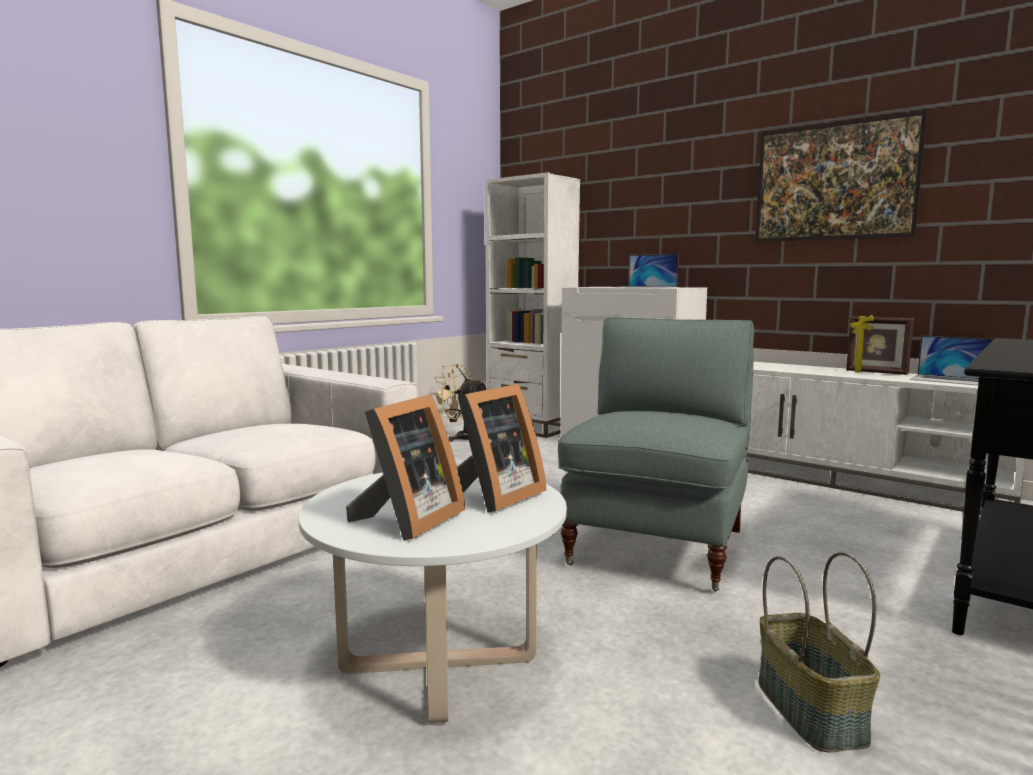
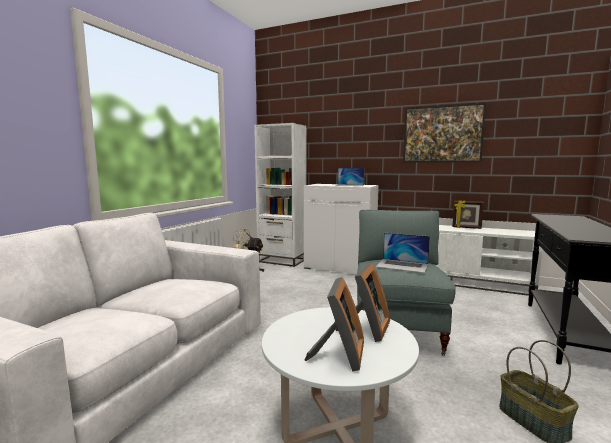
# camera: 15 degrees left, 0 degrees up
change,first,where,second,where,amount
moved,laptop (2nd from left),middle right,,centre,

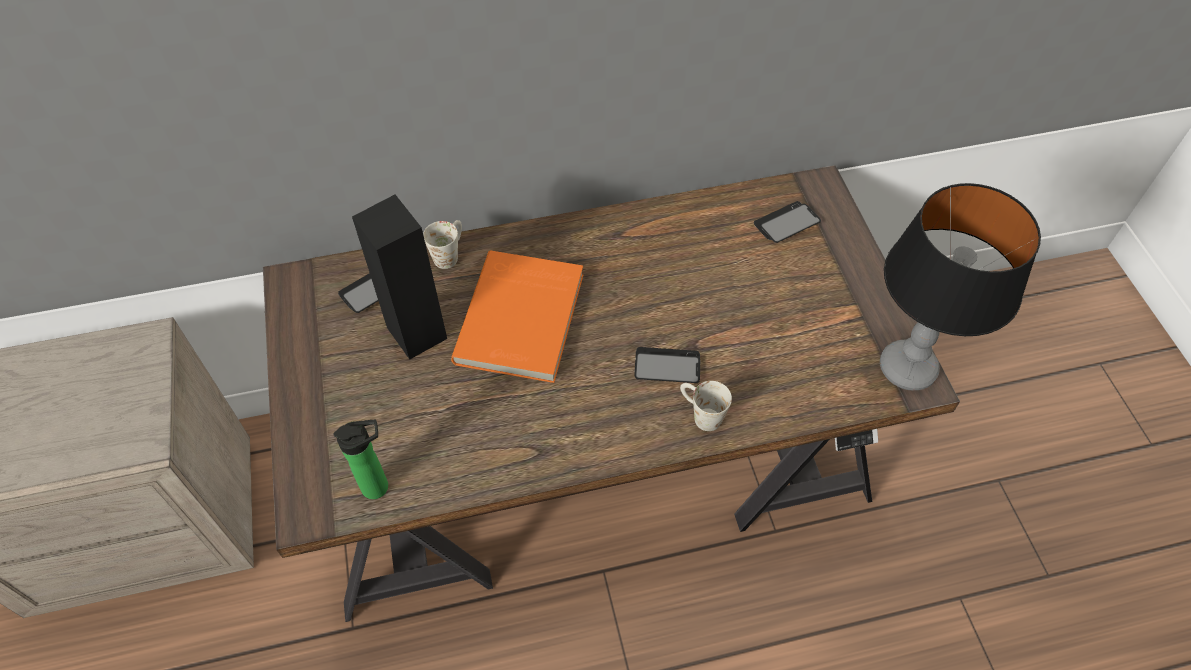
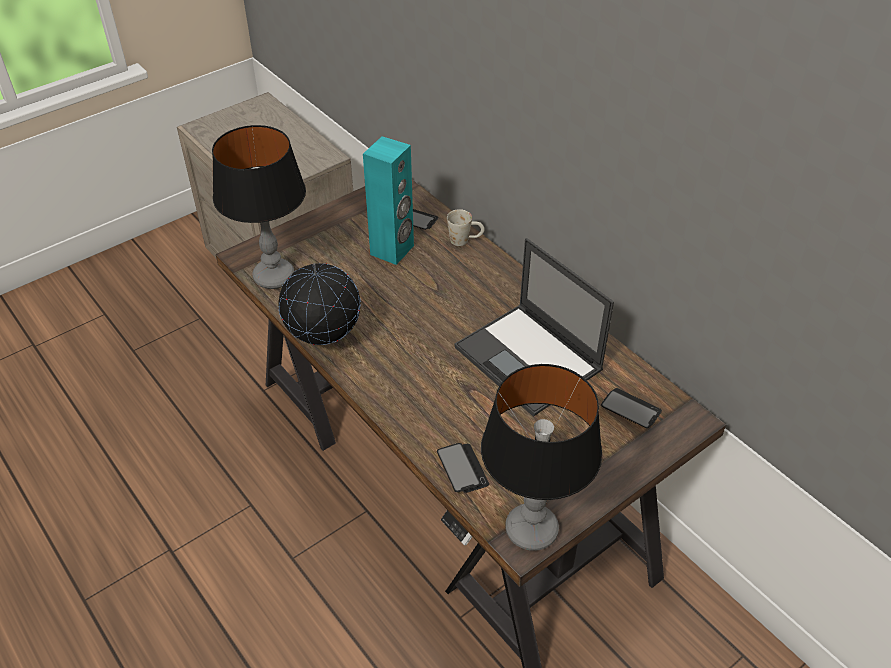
# camera: 65 degrees right, 10 degrees down
change,first,where,second,where,amount
recoloured,speaker (black),centre,speaker (turquoise),top centre,
removed,book (orange),centre,,,
moved,phone (2nd from left),centre,,bottom centre,
removed,mug (white) (2nd from left),centre,,,
replaced,bottle,bottom left,table lamp (1st from left),top left,
added,,,laptop,centre,
added,,,globe,centre,

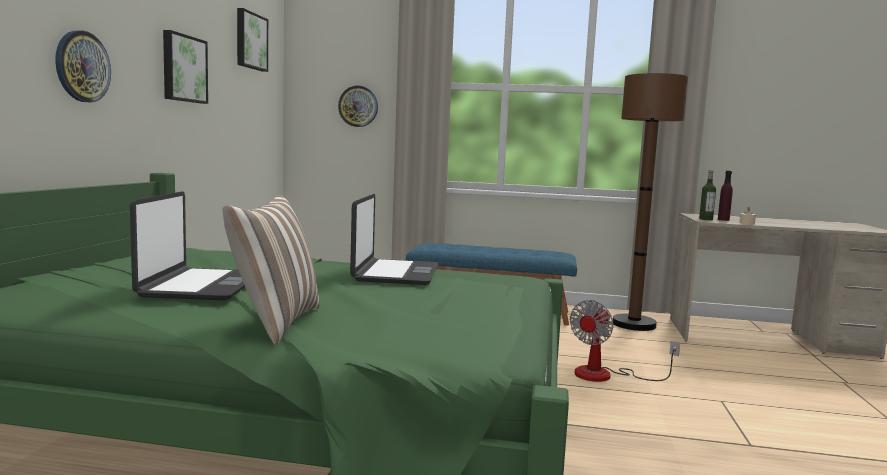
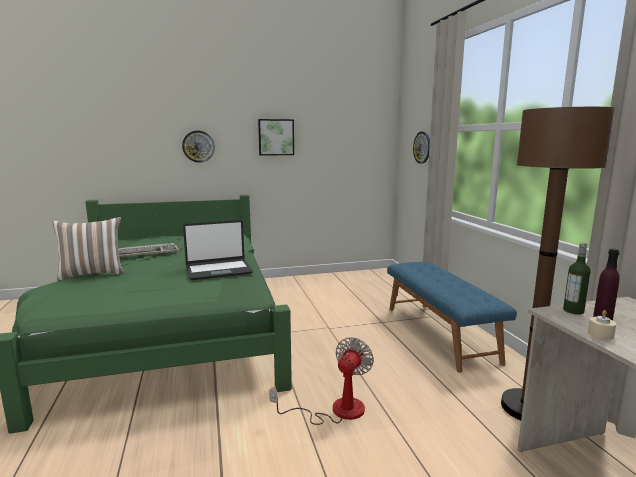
# camera: 65 degrees right, 5 degrees up
change,first,where,second,where,amount
removed,picture (2nd from left),top left,,,
replaced,laptop (1st from left),middle left,keyboard,middle left,
turned,fan,bottom right,,bottom centre,105 degrees clockwise

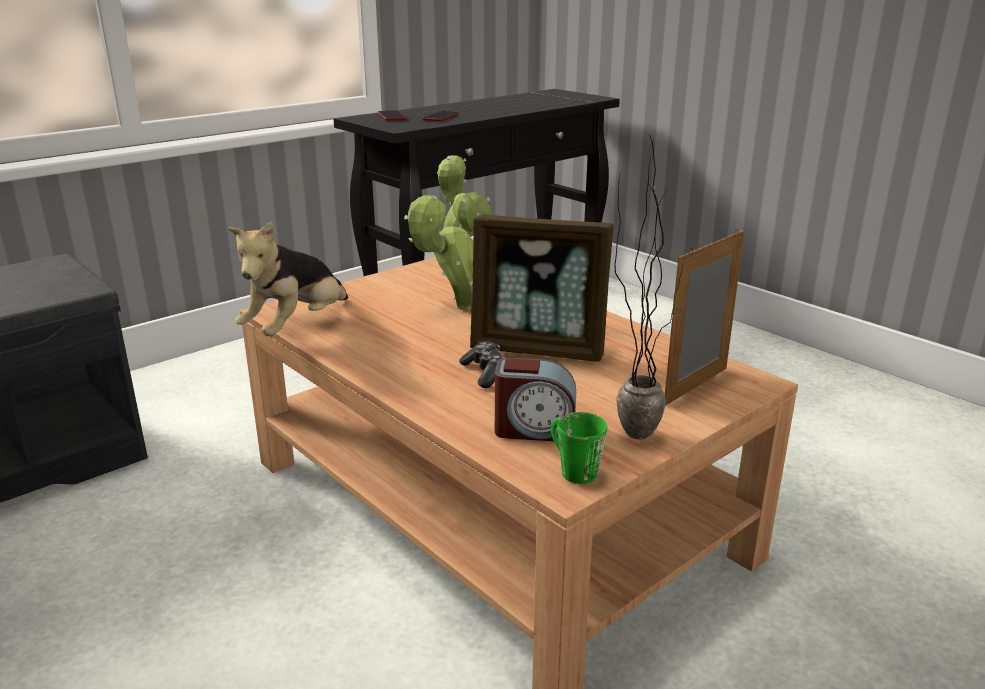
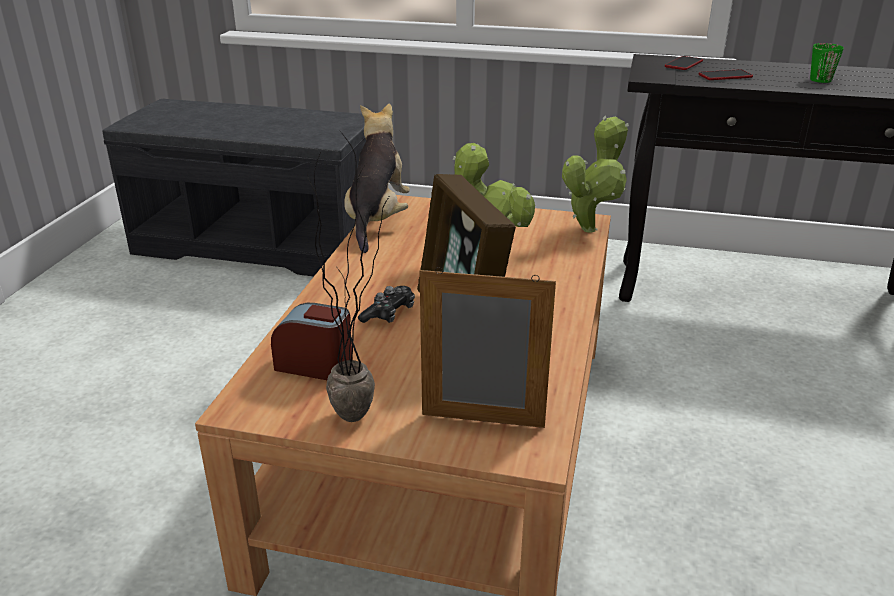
# camera: 55 degrees right, 5 degrees up
change,first,where,second,where,amount
turned,plush toy,middle left,,top centre,105 degrees clockwise
turned,alarm clock,centre,,centre,135 degrees clockwise
moved,mug (green),centre,,top right,

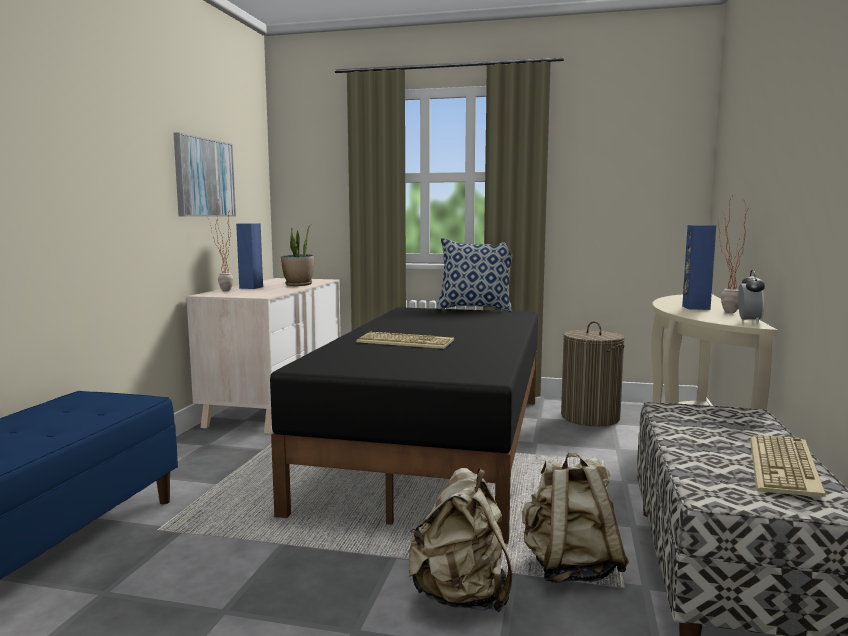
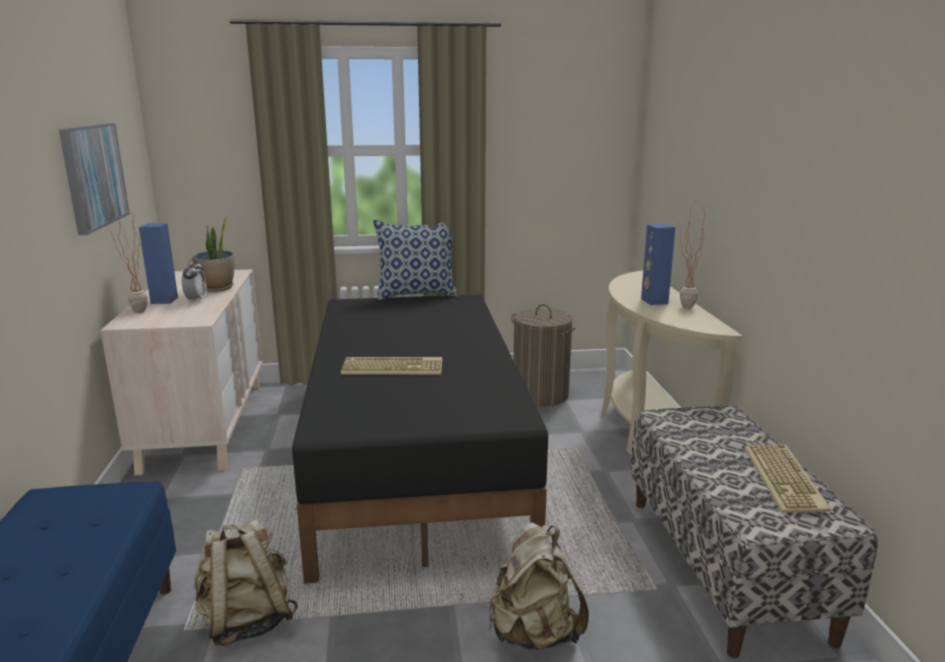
# camera: 20 degrees left, 10 degrees up
change,first,where,second,where,amount
moved,alarm clock,middle right,,middle left,
moved,backpack (beige) (2nd from left in the first image),bottom right,backpack (beige) (1st from left),bottom left,

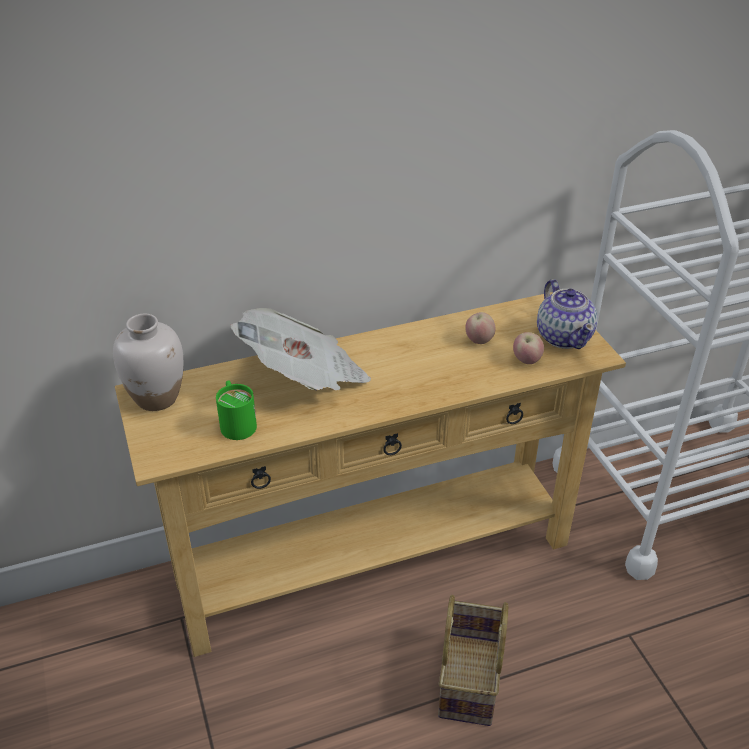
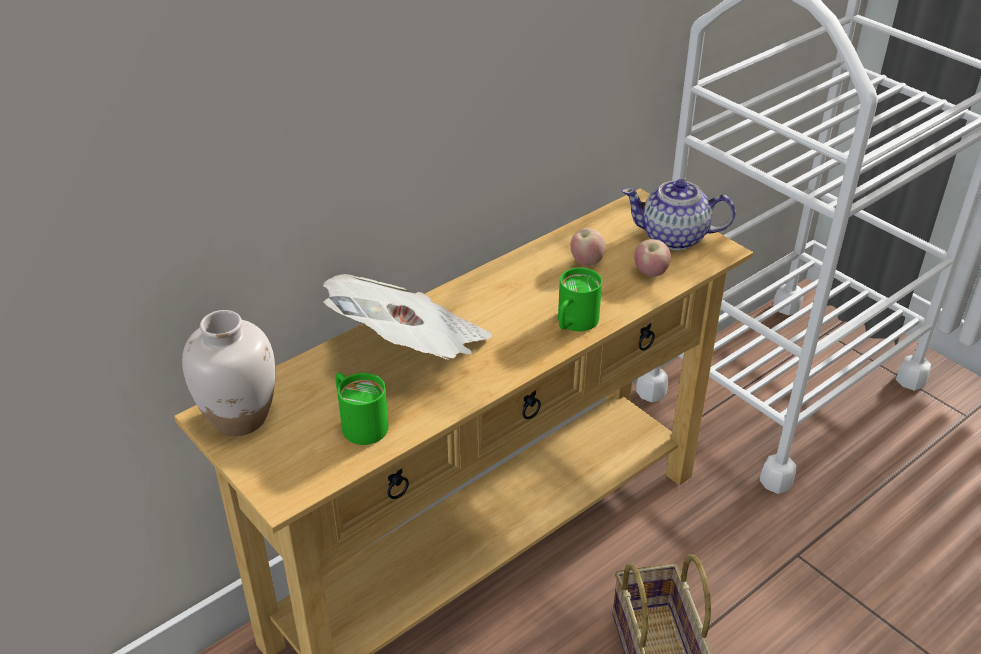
# camera: 20 degrees left, 0 degrees up
change,first,where,second,where,amount
turned,teapot,middle right,,top right,135 degrees clockwise
added,,,mug (green) (2nd from left),centre,

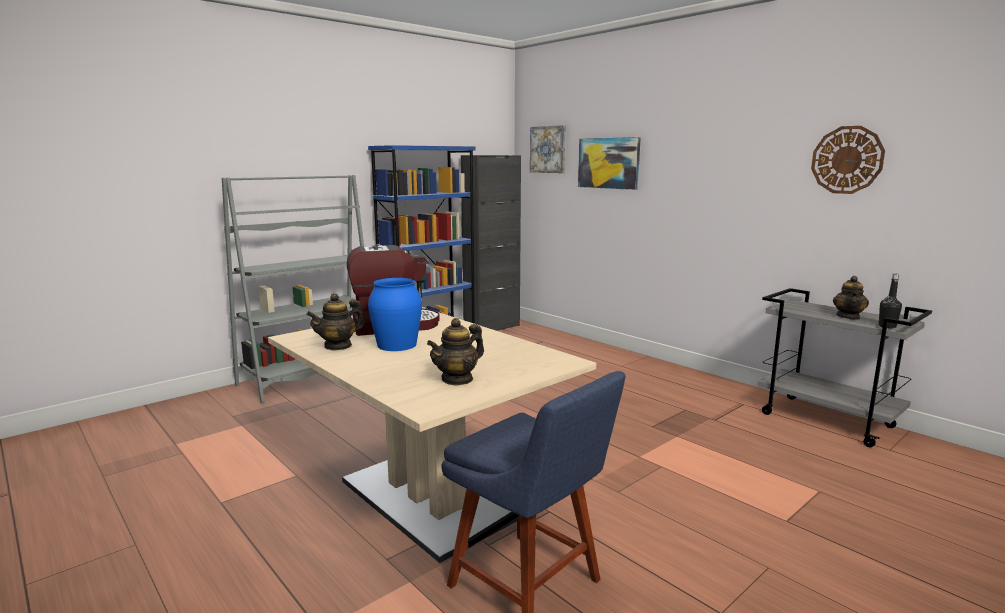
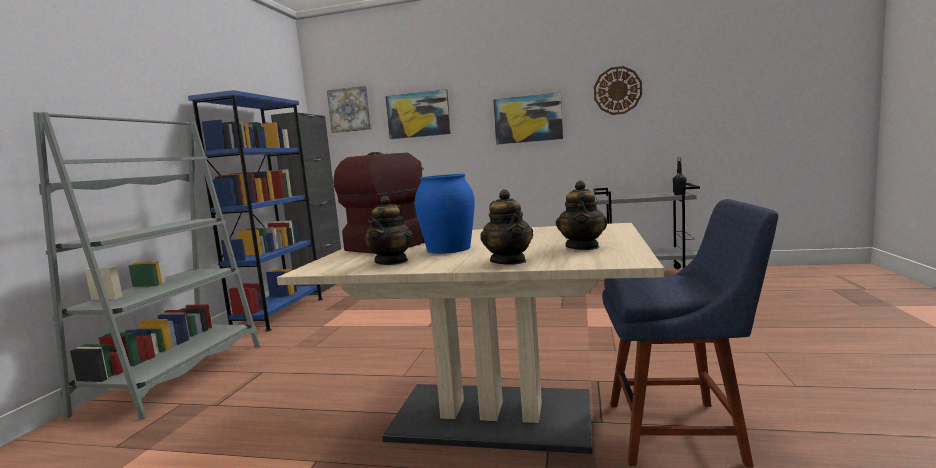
# camera: 35 degrees left, 5 degrees down
change,first,where,second,where,amount
moved,teapot (3rd from left in the first image),middle right,teapot (2nd from left),centre,
added,,,picture (3rd from left),top centre,

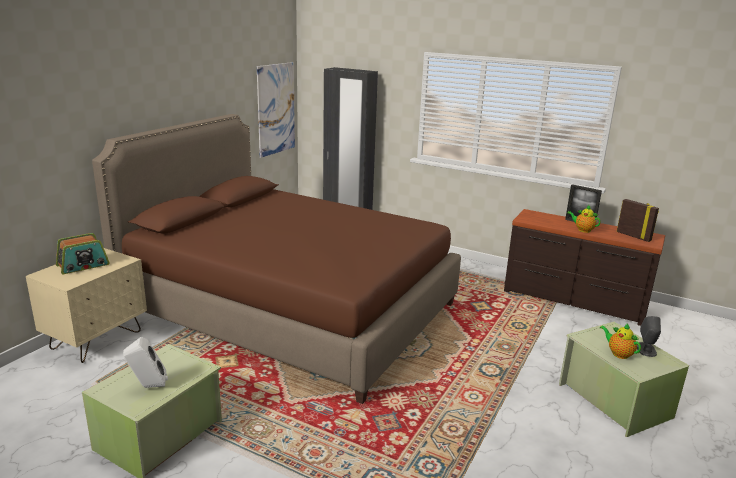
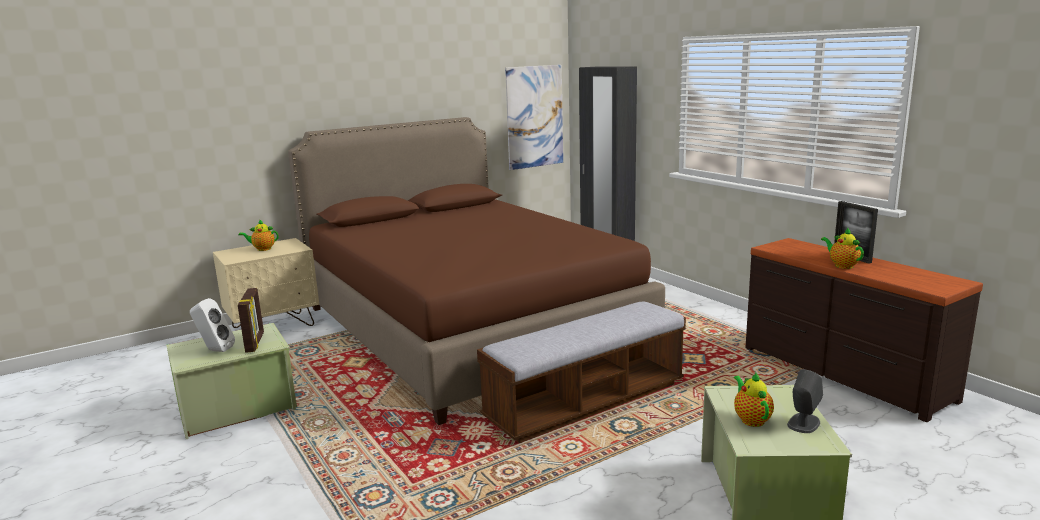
# camera: 30 degrees right, 5 degrees down
change,first,where,second,where,amount
moved,picture frame (2nd from left in the first image),middle right,picture frame (1st from left),middle left,
replaced,radio,middle left,teapot (1st from left),middle left,
added,,,bench,bottom centre,

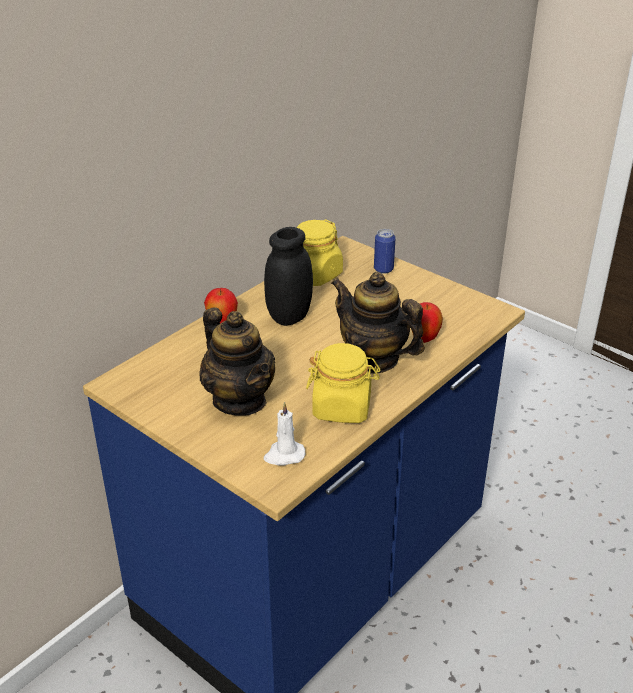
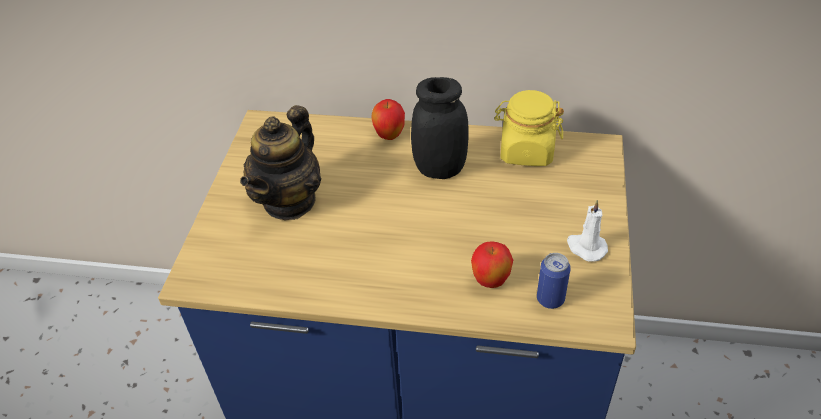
# camera: 60 degrees right, 10 degrees up
change,first,where,second,where,amount
moved,can,centre,,bottom right,
removed,teapot (2nd from left),centre,,,
removed,jar (yellow) (2nd from left),centre,,,
moved,candle (white),centre,,middle right,

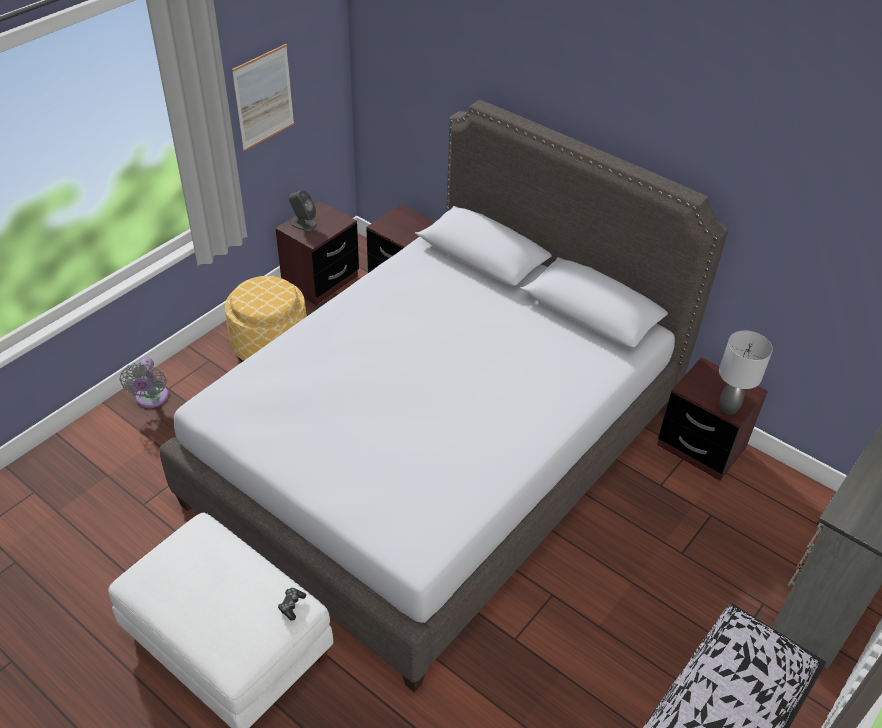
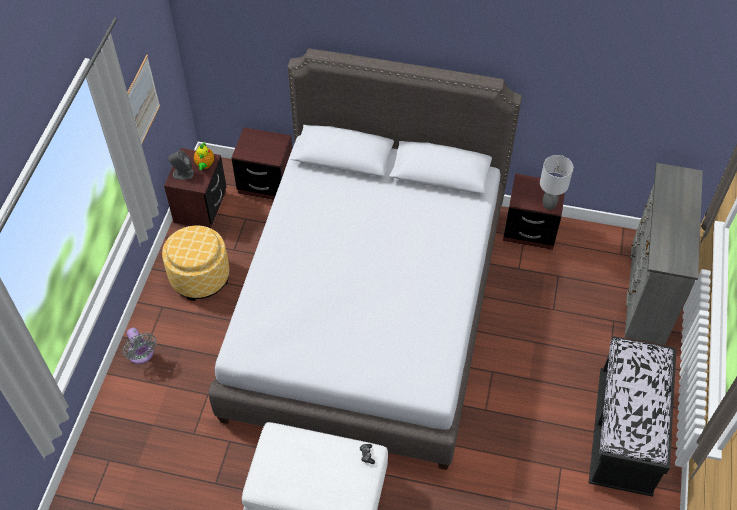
# camera: 25 degrees left, 10 degrees up
change,first,where,second,where,amount
added,,,teapot,top left,

